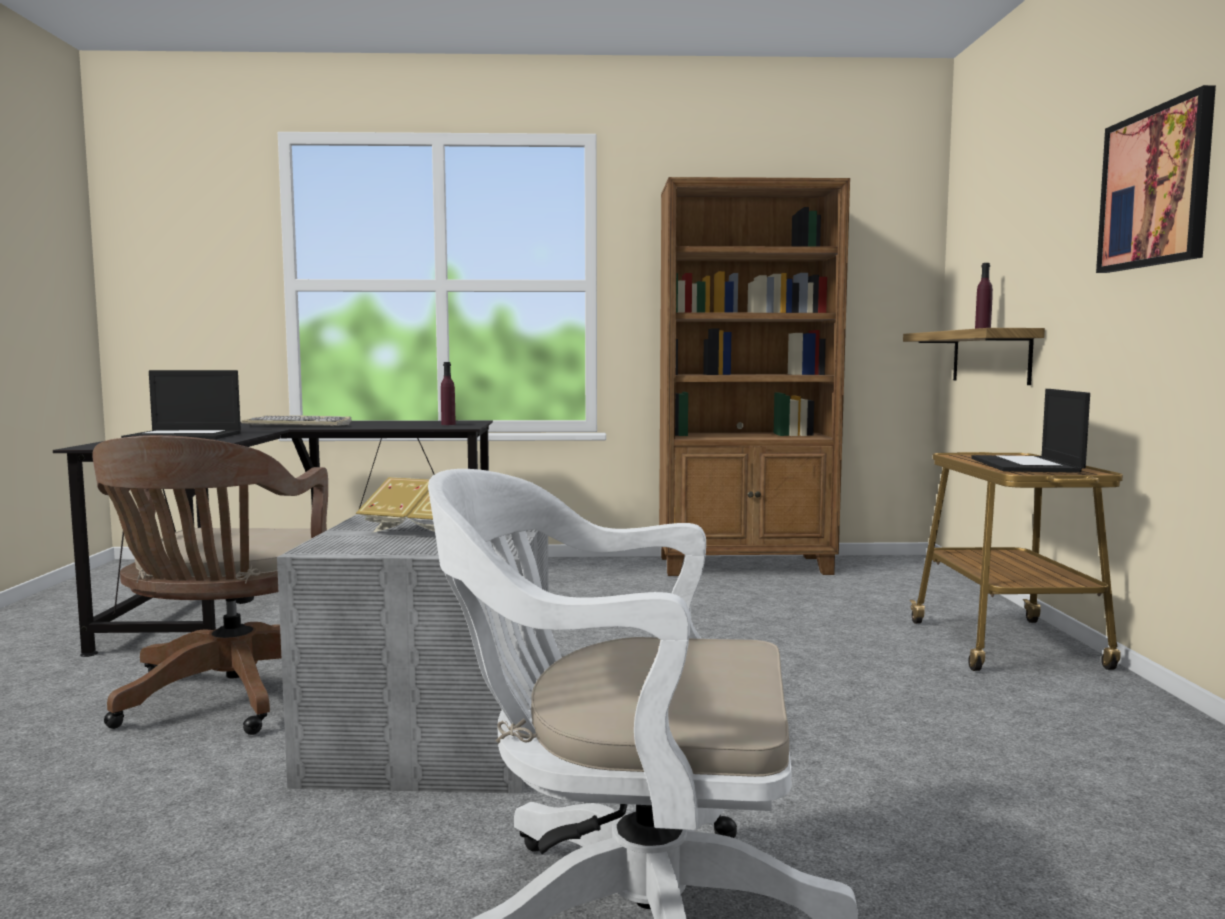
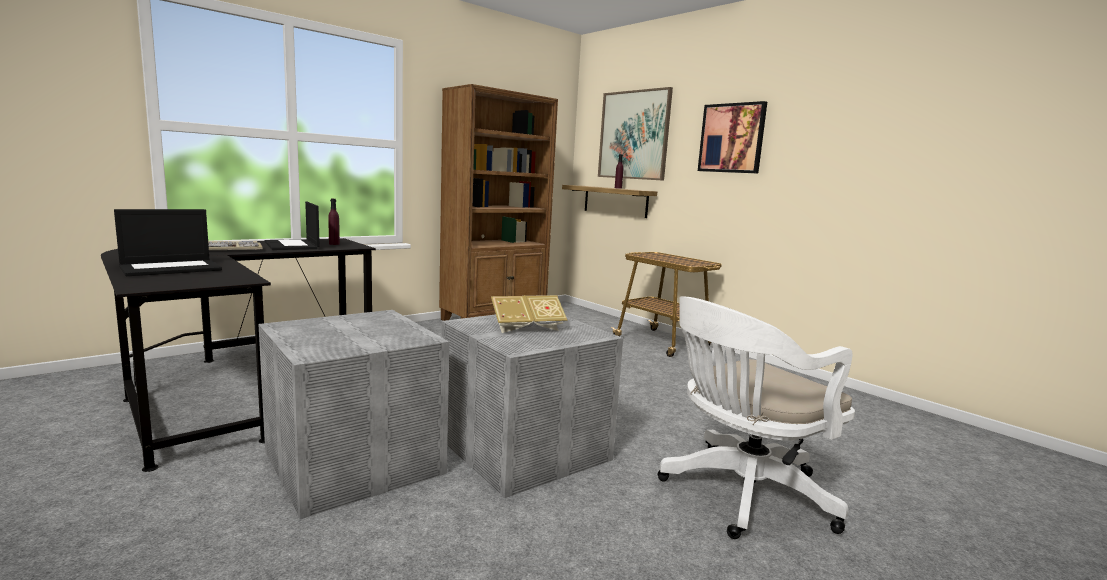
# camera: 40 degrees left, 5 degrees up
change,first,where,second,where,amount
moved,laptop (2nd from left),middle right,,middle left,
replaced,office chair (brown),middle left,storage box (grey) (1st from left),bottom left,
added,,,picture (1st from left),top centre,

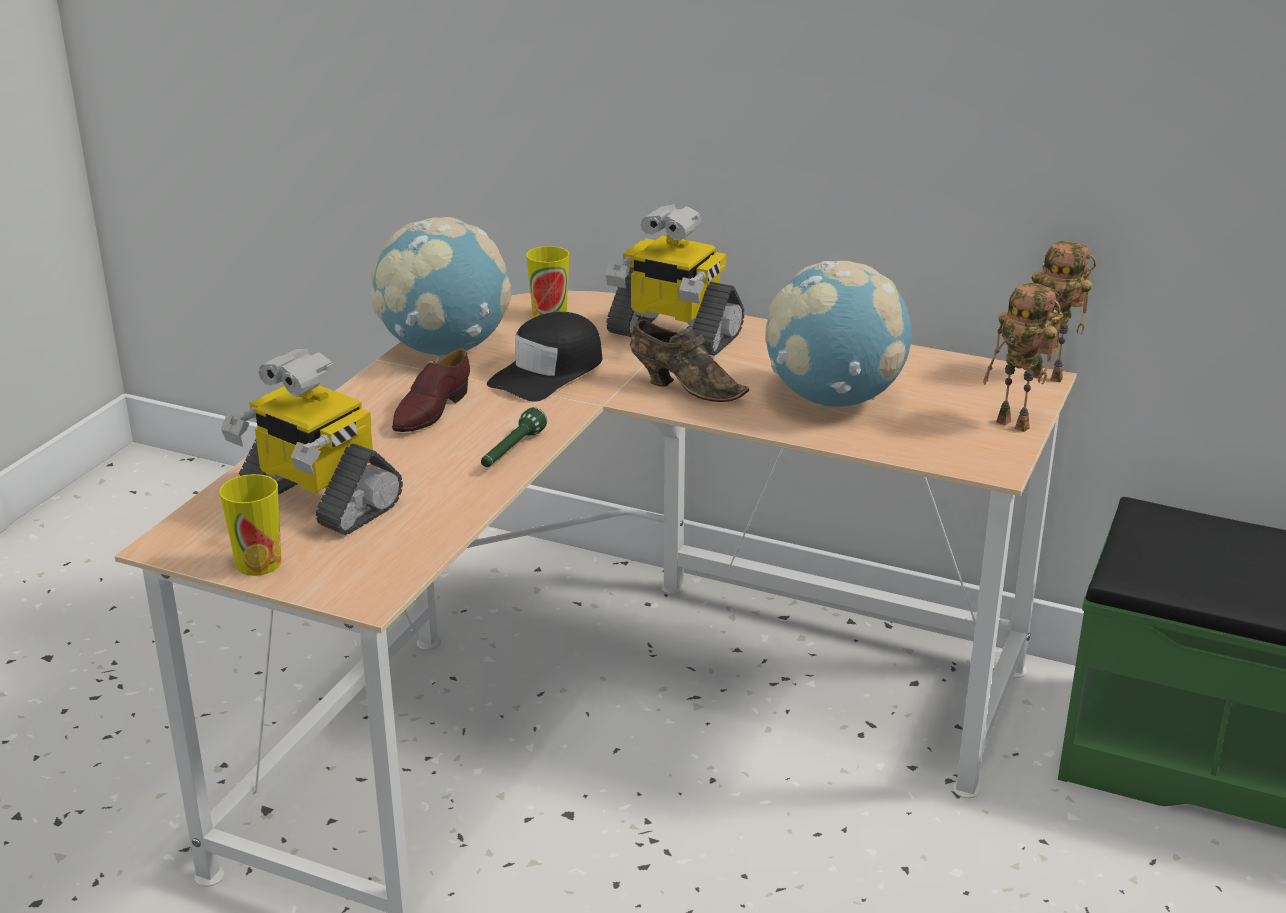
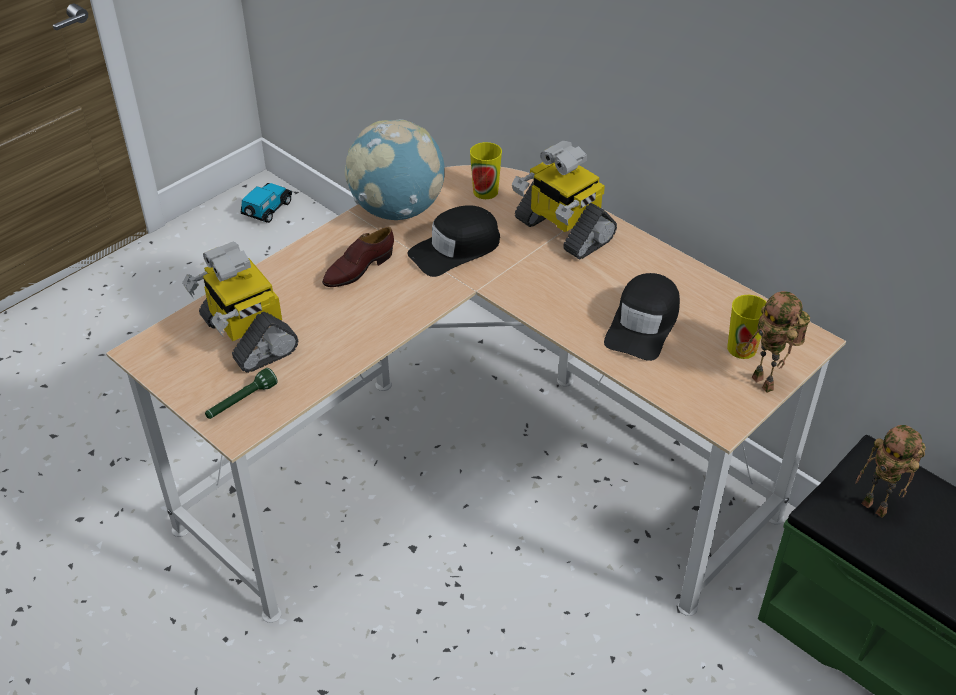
# camera: 20 degrees right, 15 degrees up
change,first,where,second,where,amount
moved,toy robot (4th from left),middle right,,bottom right,
replaced,globe (2nd from left),centre,cap (black) (2nd from left),middle right,
removed,shoe (brown) (2nd from left),centre,,,
moved,flashlight (green),centre,,middle left,
moved,cup (1st from left in the first image),middle left,cup (2nd from left),middle right,
added,,,toy car,top left,

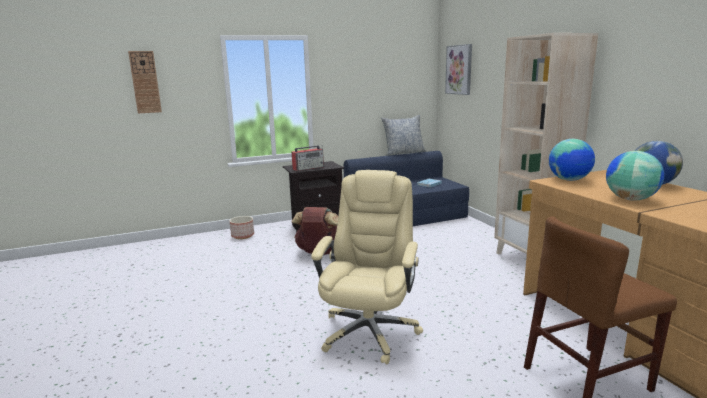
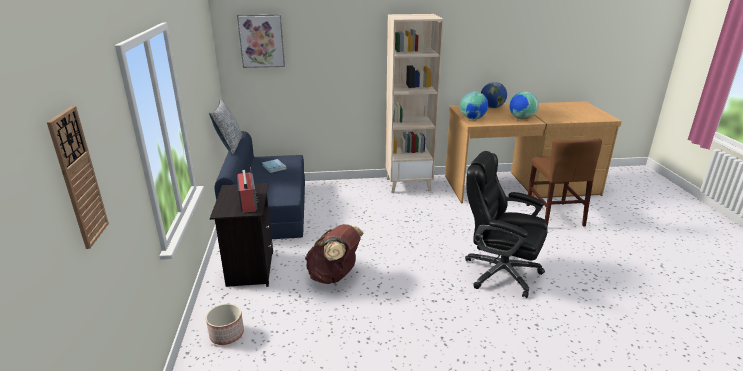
# camera: 75 degrees left, 10 degrees up
change,first,where,second,where,amount
recoloured,office chair (beige),bottom centre,office chair (black),middle right,

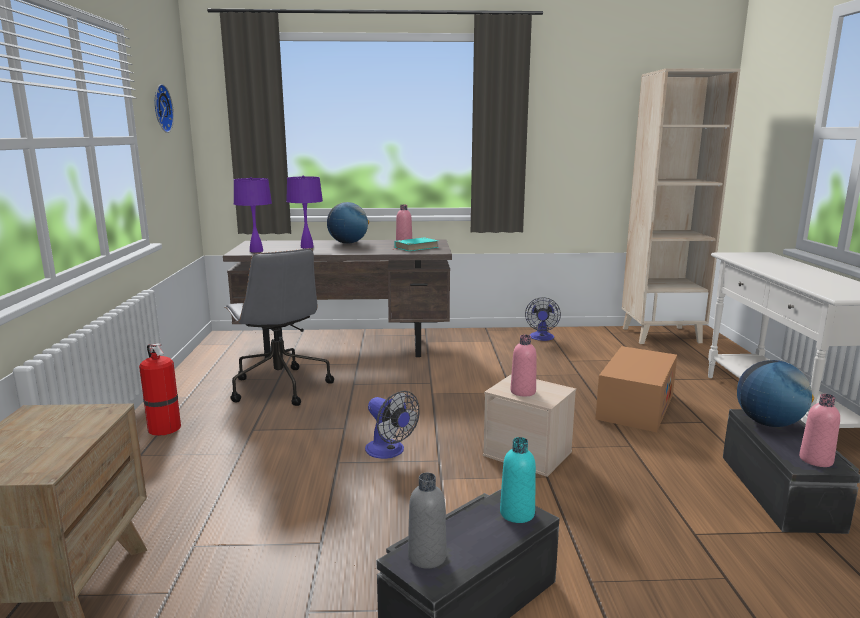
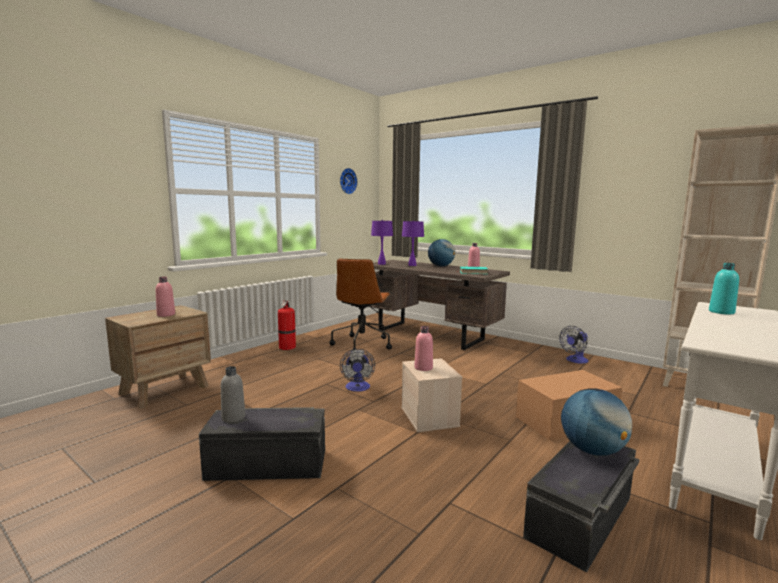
# camera: 40 degrees right, 5 degrees down
change,first,where,second,where,amount
recoloured,office chair (grey),middle left,office chair (brown),centre,
moved,bottle (pink) (3rd from left in the first image),bottom right,bottle (pink) (1st from left),middle left,
moved,bottle (turquoise),bottom centre,,middle right,

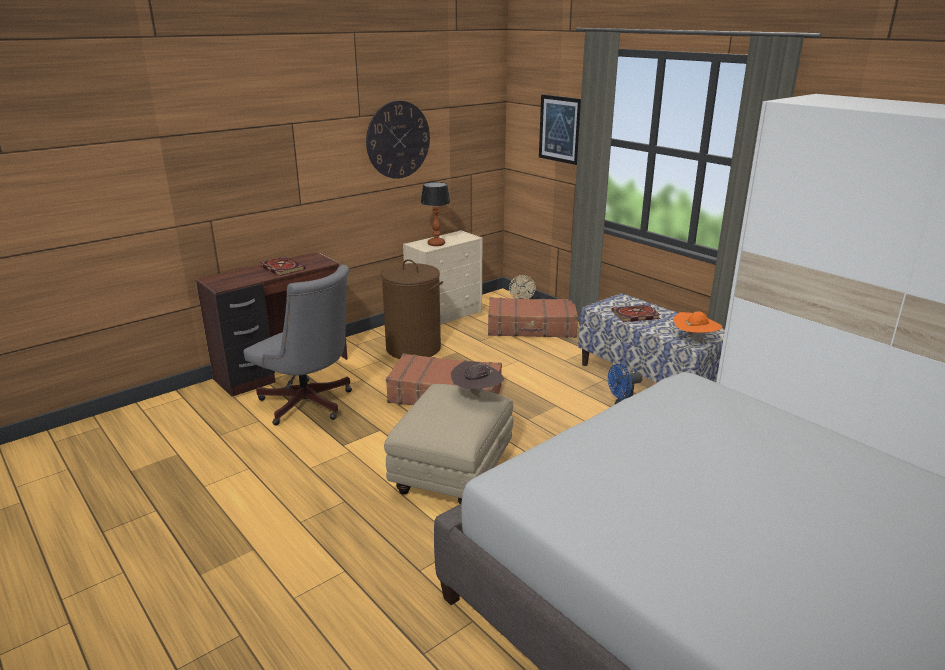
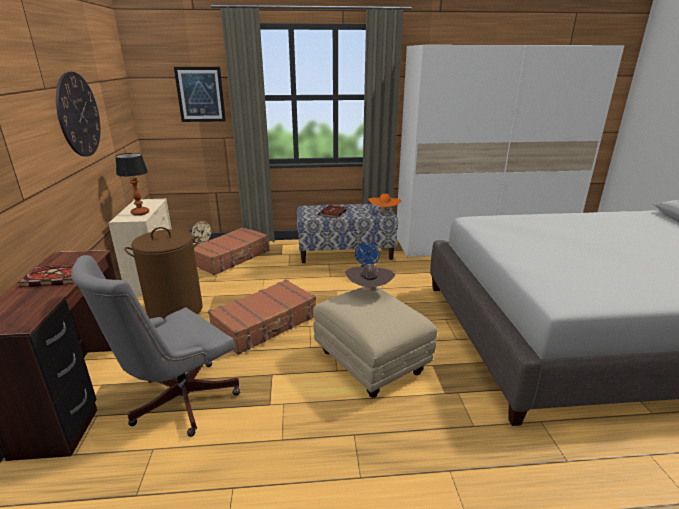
# camera: 55 degrees left, 0 degrees up
change,first,where,second,where,amount
turned,office chair (grey),middle left,,bottom left,150 degrees clockwise

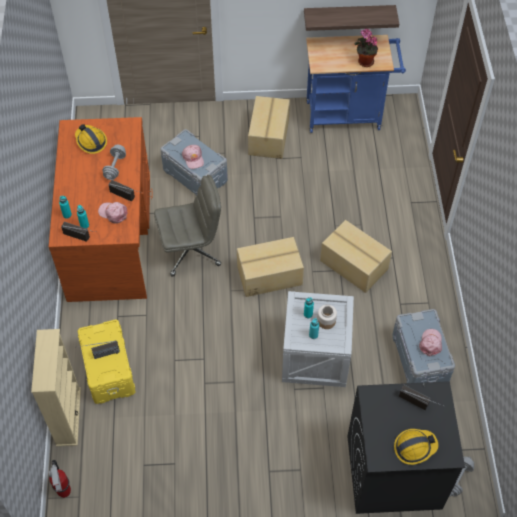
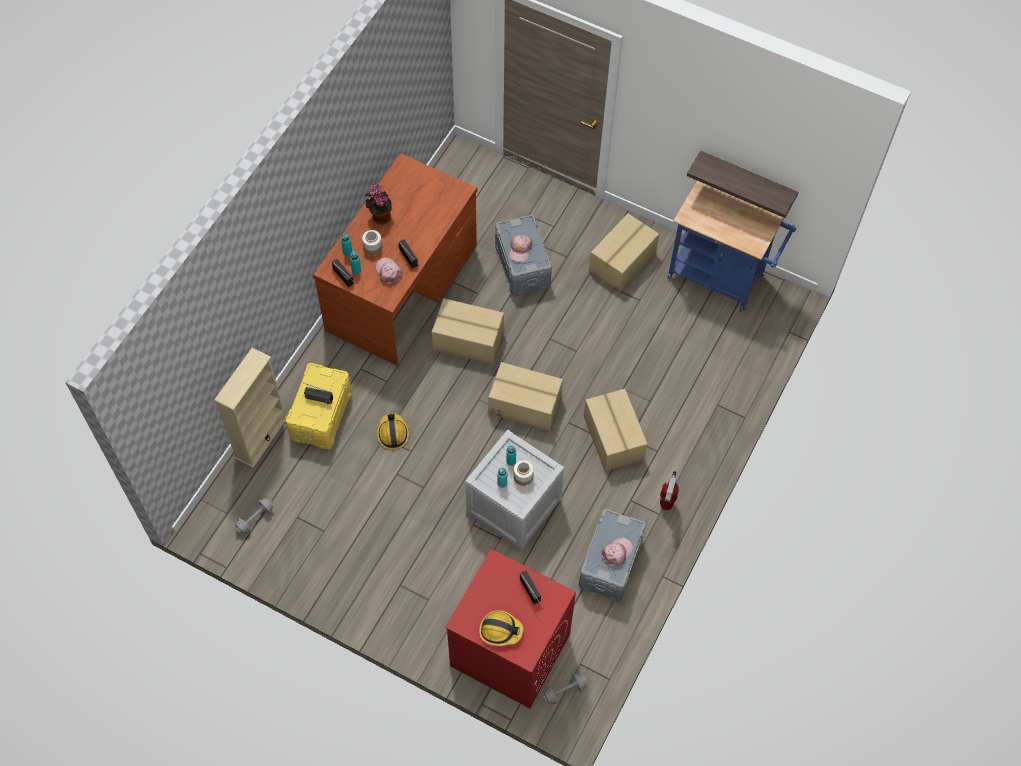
# camera: 30 degrees right, 5 degrees up
change,first,where,second,where,amount
moved,potted plant,top right,,top centre,
moved,hard hat (1st from left),top left,,centre,
moved,dumbbell (grey) (1st from left),top left,,bottom left,
replaced,office chair (grey),centre,cardboard box (1st from left),centre,
recoloured,washing machine (black),bottom right,washing machine (red),bottom centre,
moved,fire extinguisher,bottom left,,centre,
added,,,jar (1st from left),top centre,

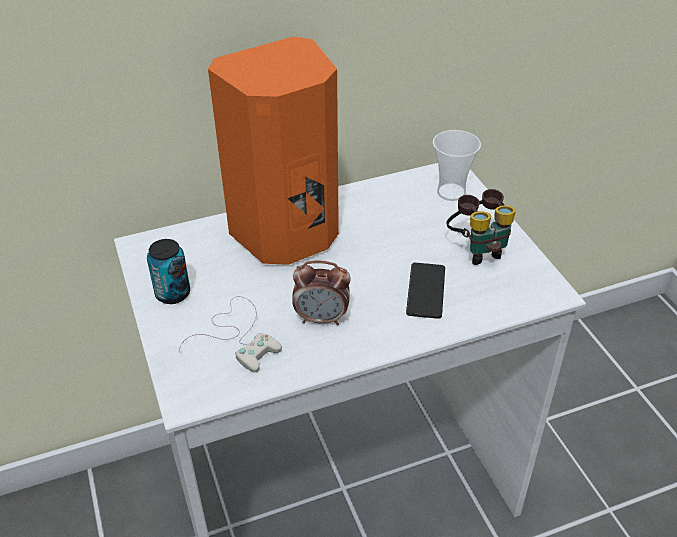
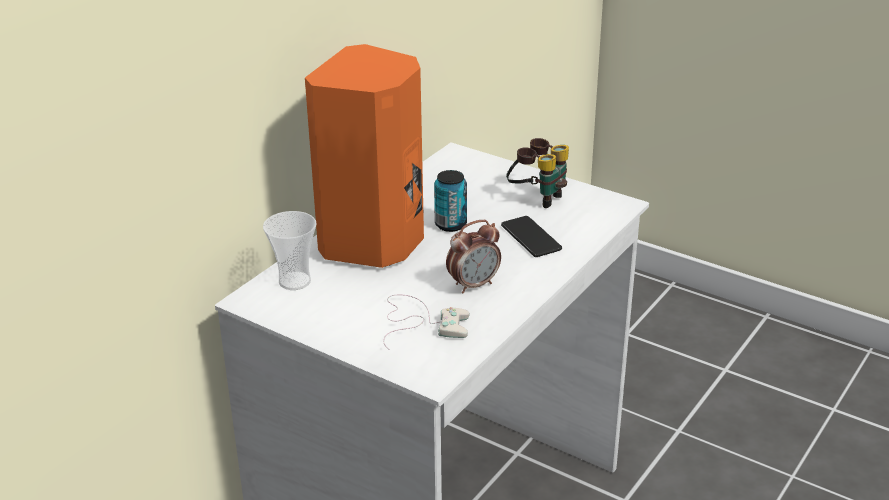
# camera: 35 degrees left, 10 degrees down
change,first,where,second,where,amount
moved,cup,top right,,middle left,
moved,can,middle left,,centre,

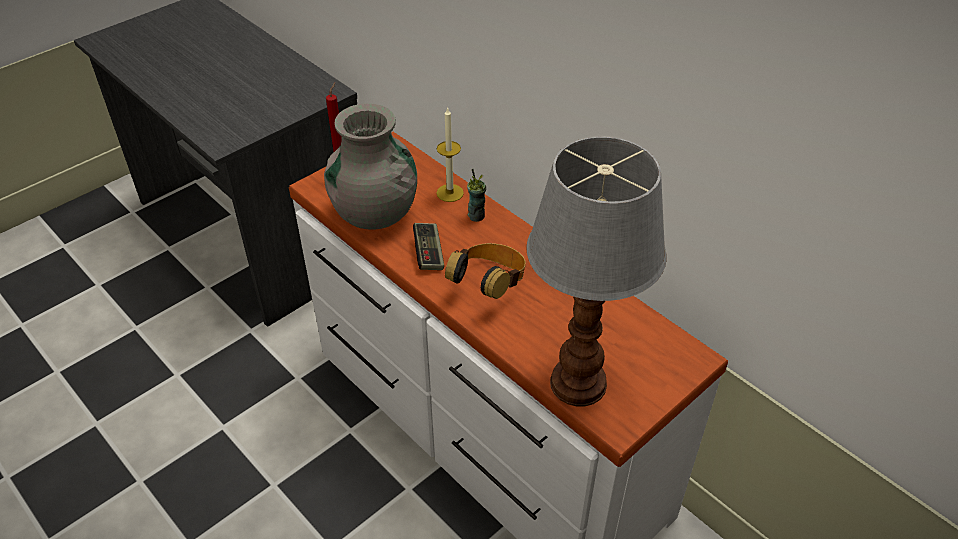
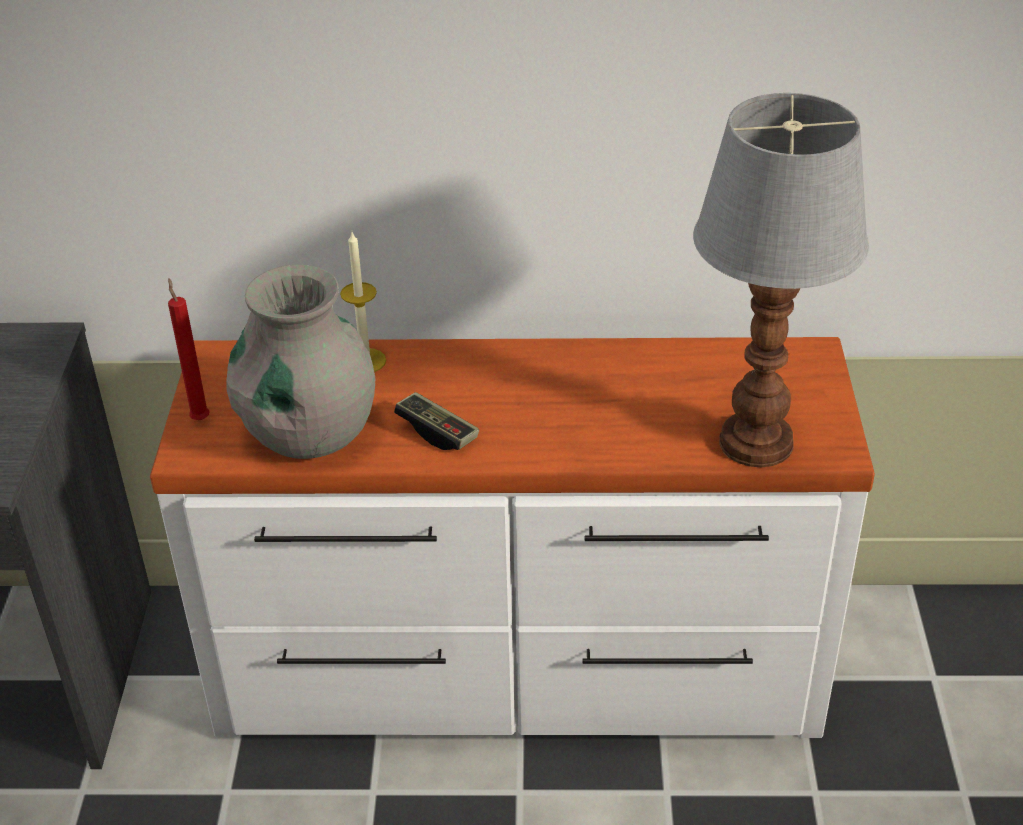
# camera: 45 degrees left, 5 degrees down
change,first,where,second,where,amount
removed,cup,centre,,,
removed,headphones,centre,,,

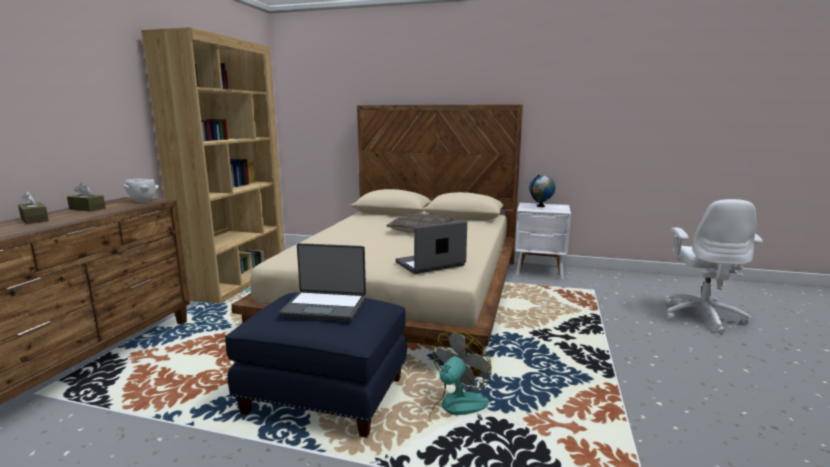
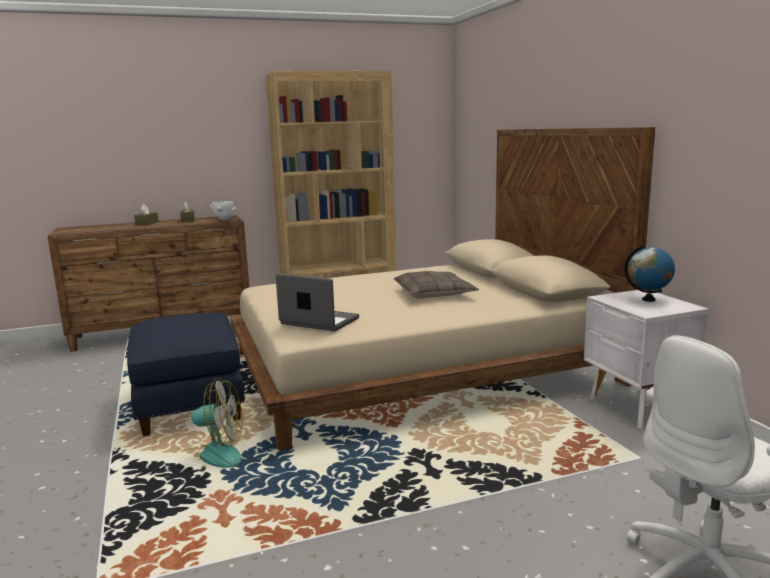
# camera: 55 degrees right, 0 degrees up
change,first,where,second,where,amount
removed,laptop (1st from left),centre,,,

